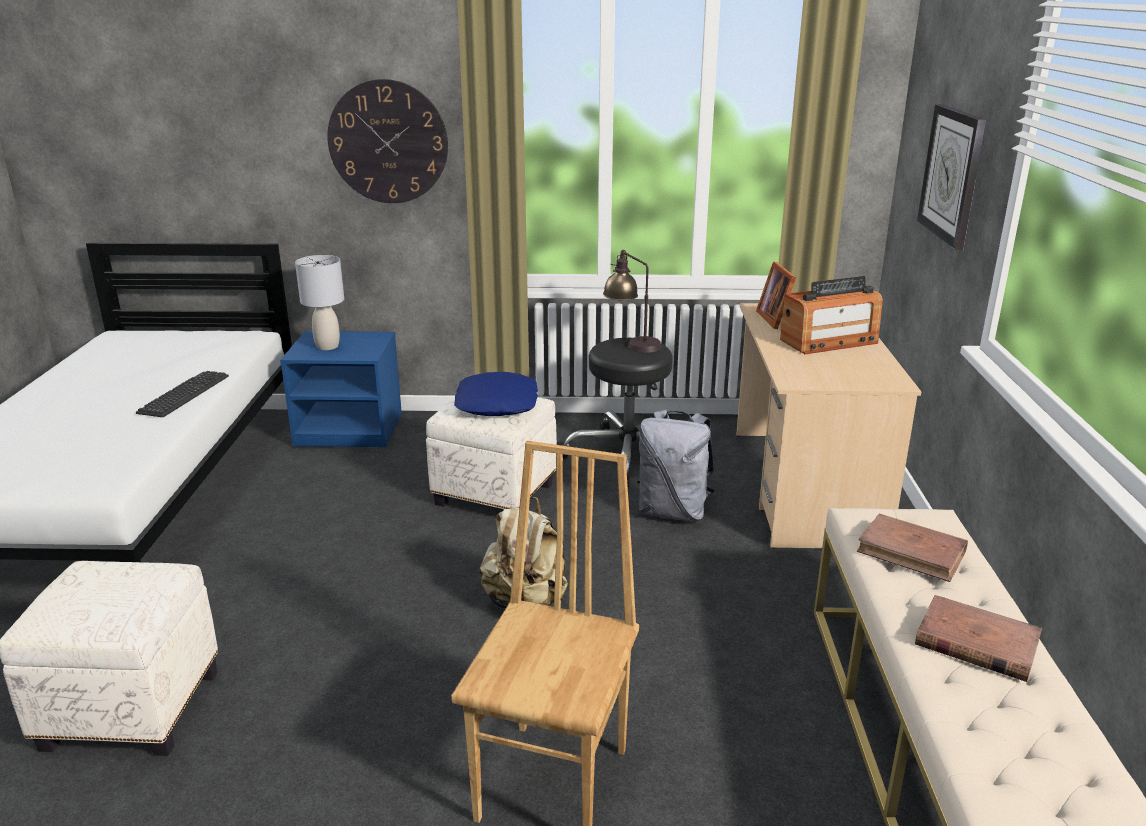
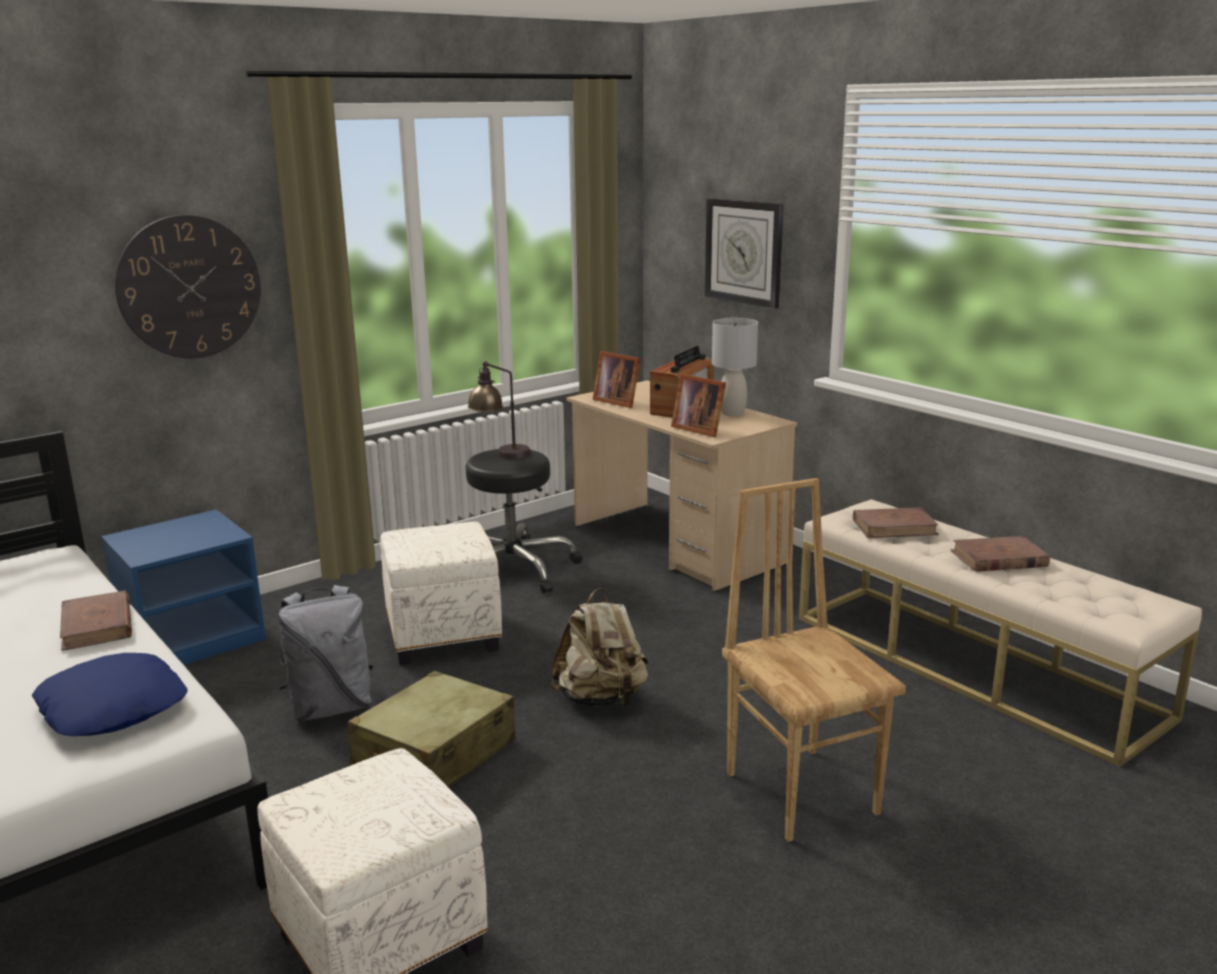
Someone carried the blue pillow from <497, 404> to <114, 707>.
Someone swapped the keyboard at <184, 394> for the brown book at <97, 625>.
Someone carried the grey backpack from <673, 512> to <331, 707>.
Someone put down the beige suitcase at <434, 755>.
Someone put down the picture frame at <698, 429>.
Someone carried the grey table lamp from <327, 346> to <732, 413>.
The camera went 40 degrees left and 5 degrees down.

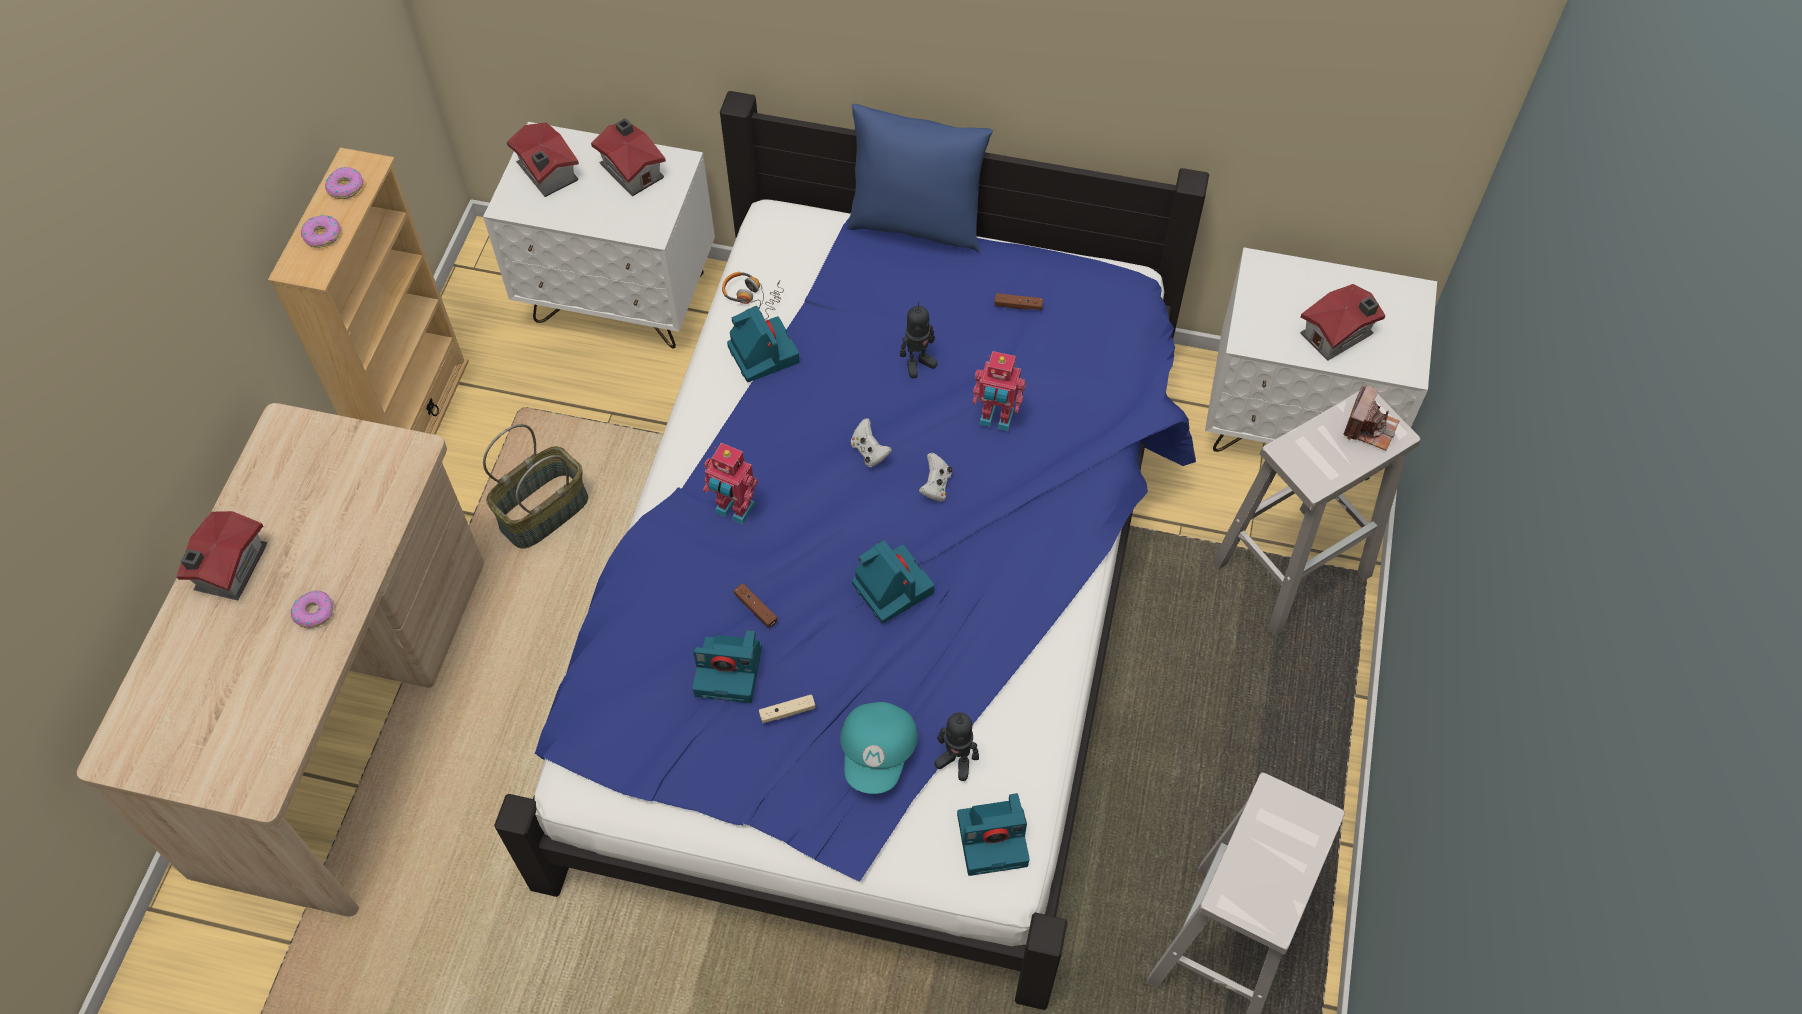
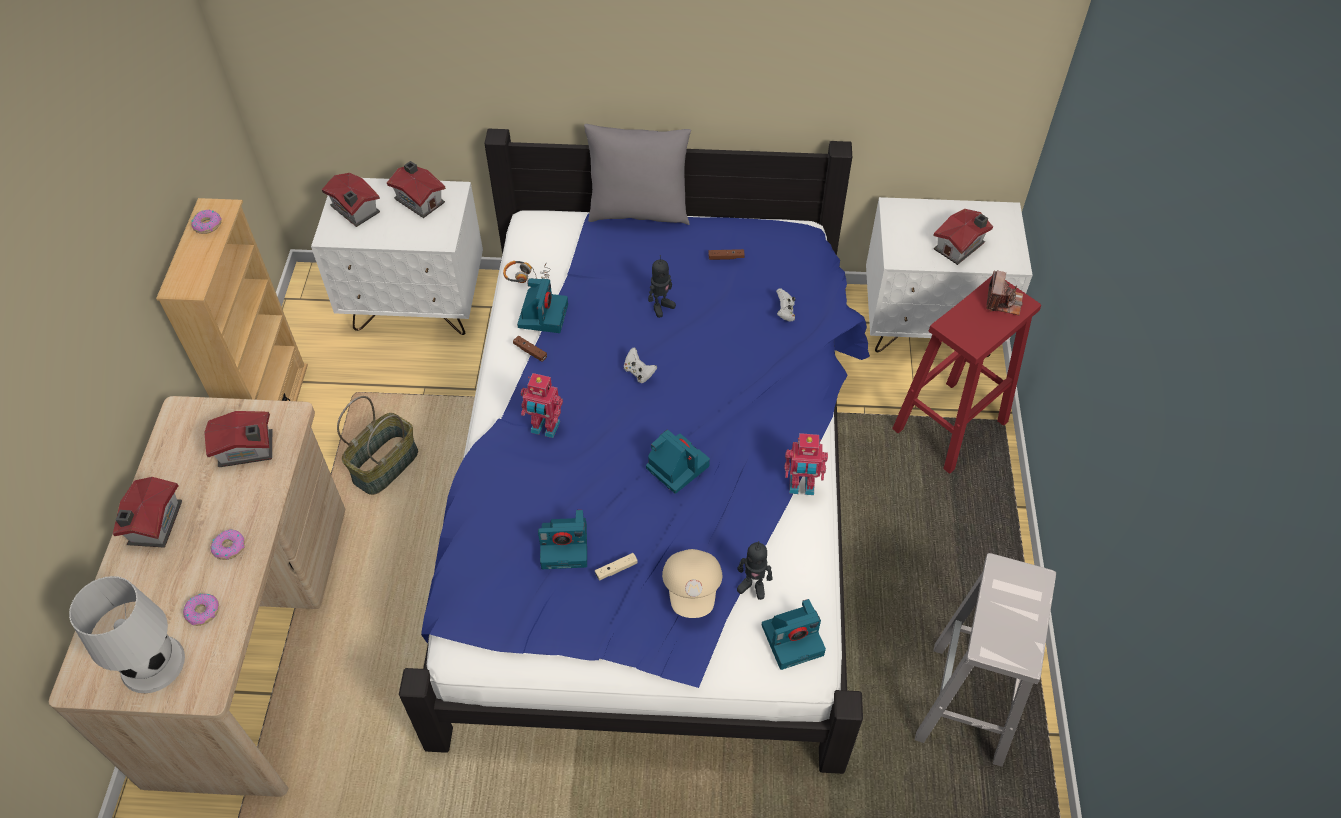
Someone put down the white table lamp at <152, 664>.
Someone carried the donut from <322, 235> to <203, 612>.
Someone put down the toy house at <247, 450>.
Someone carried the brown game controller from <756, 608> to <530, 351>.
Someone rotated the photo camera at <762, 353> by 45 degrees clockwise.
Someone repainted the blue pillow at <916, 224>, which became the grey pillow at <638, 212>.
Someone repainted the turquoise cap at <879, 753>, which became the beige cap at <693, 589>.
Someone carried the white game controller from <935, 486> to <785, 312>.
Someone carried the toy robot from <996, 419> to <801, 487>.
Someone repainted the white stool at <1293, 568>, which became the red stool at <951, 424>.
The camera went 10 degrees left and 5 degrees down.

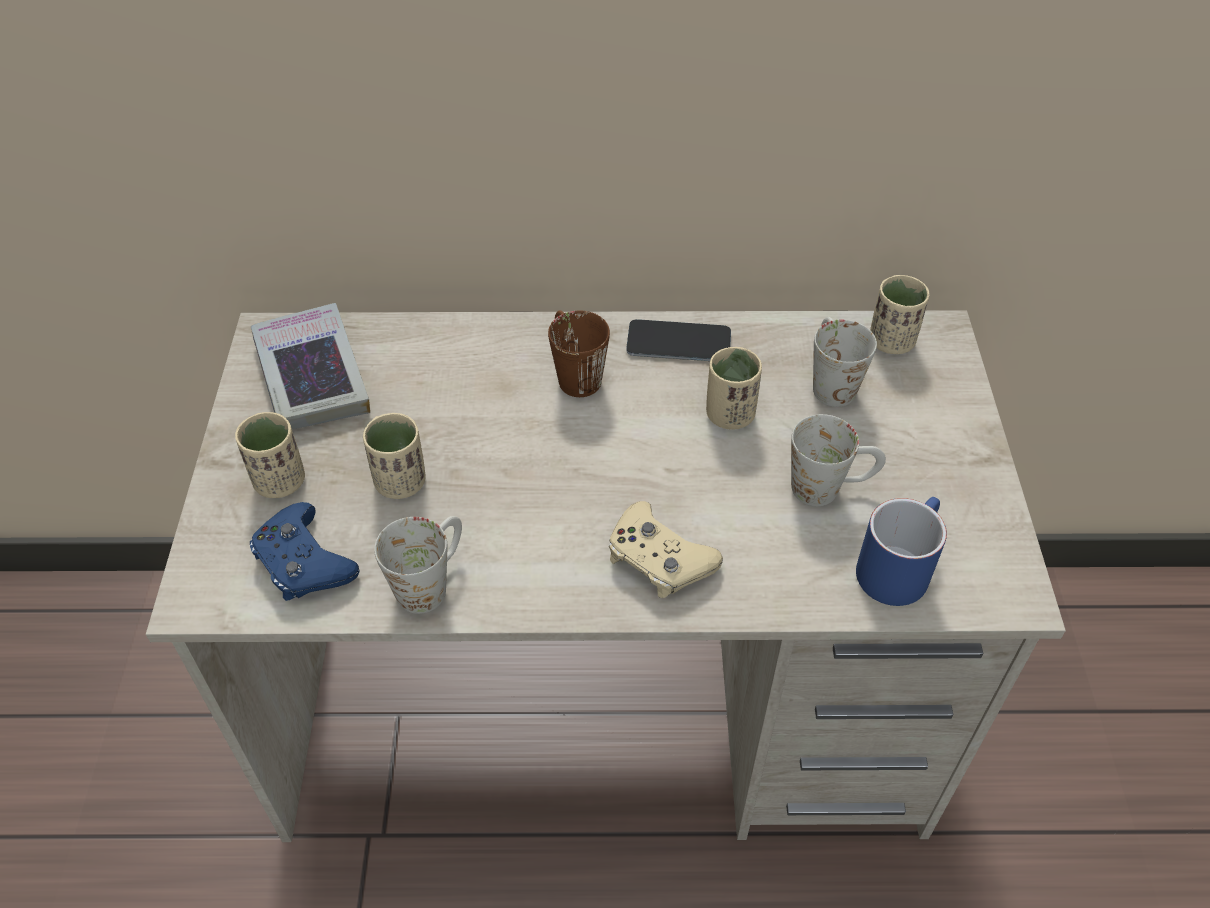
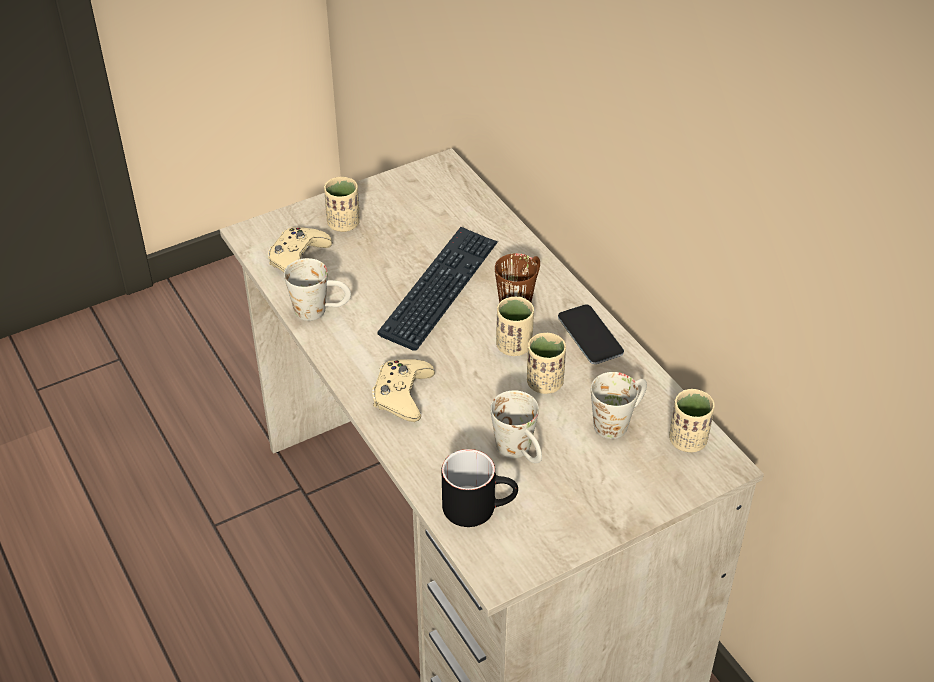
Someone repainted the blue game controller at <303, 562>, which became the beige game controller at <298, 258>.
Someone put down the keyboard at <440, 289>.
Someone repainted the blue mug at <897, 565>, which became the black mug at <479, 506>.
Someone carried the beige cup from <400, 482> to <514, 346>.
Someone took away the book at <311, 376>.
The camera went 60 degrees right and 5 degrees down.

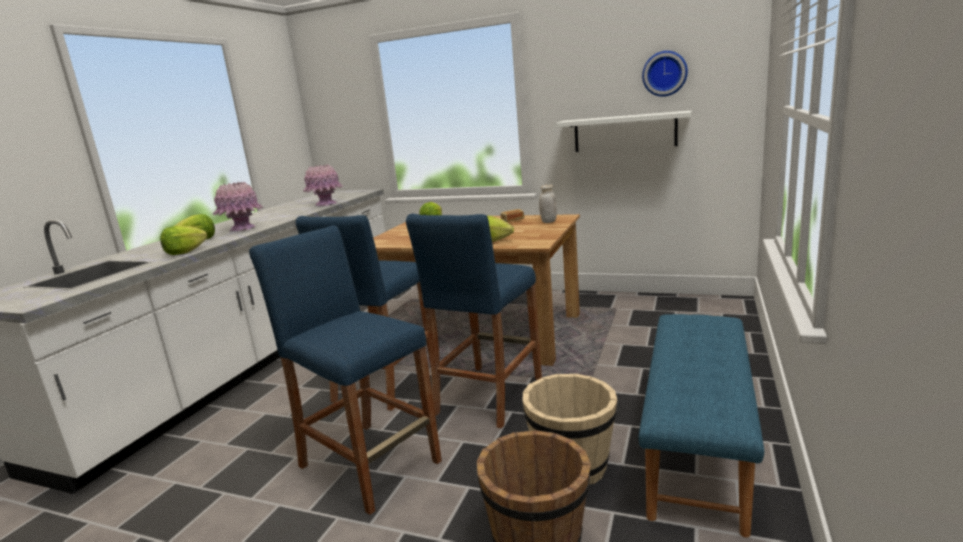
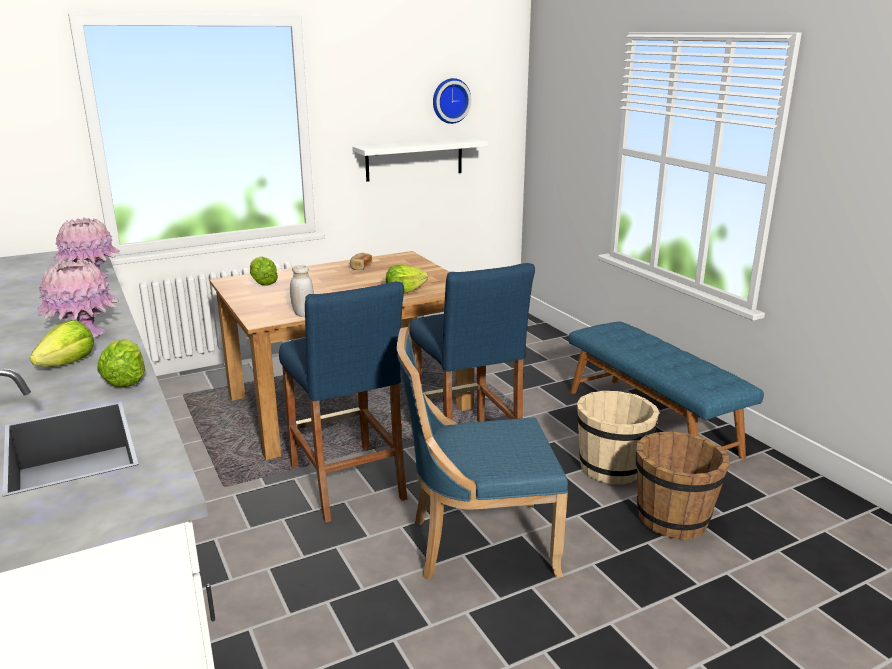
Someone carried the white jar from <548, 221> to <303, 314>.
Someone swapped the blue stool at <369, 464> for the blue chair at <477, 543>.
The camera went 50 degrees left and 5 degrees up.

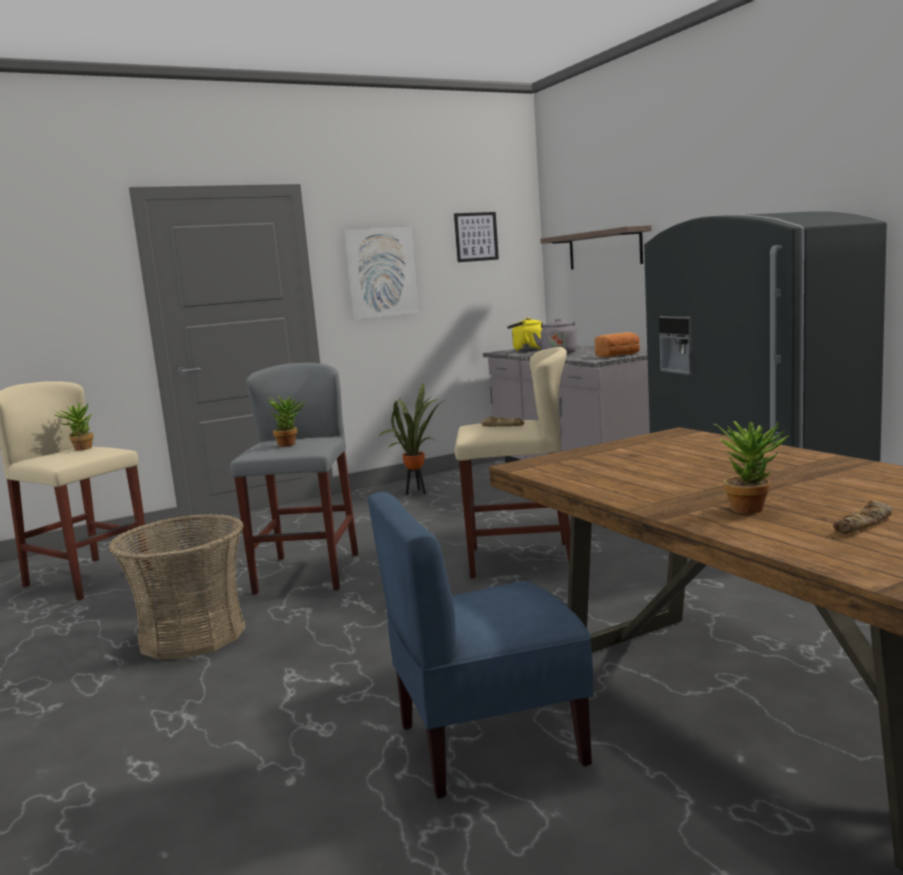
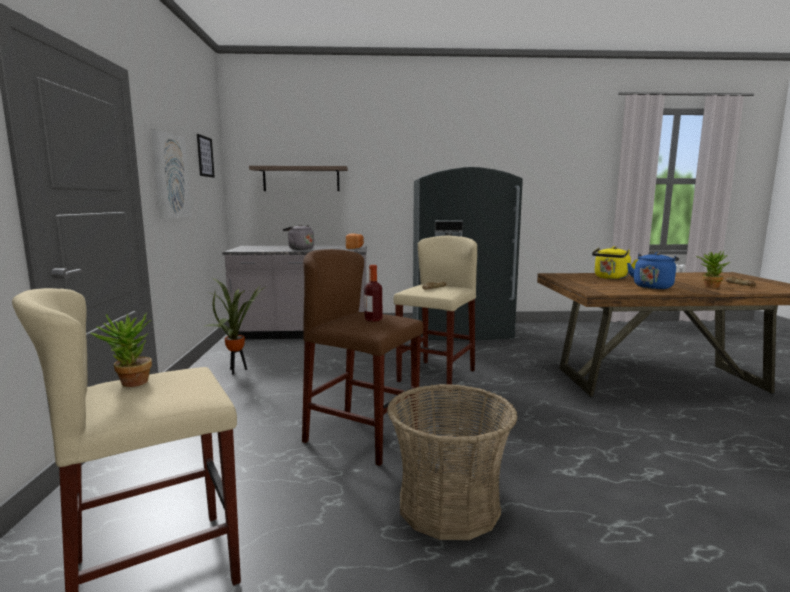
Someone repainted the grey stool at <307, 573>, which became the brown stool at <361, 436>.
Someone swapped the potted plant at <290, 444> for the bottle at <373, 319>.
Someone carried the yellow kettle from <527, 350> to <611, 278>.
Someone put down the blue kettle at <652, 287>.
Someone took away the blue chair at <489, 743>.
The camera went 65 degrees left and 0 degrees up.

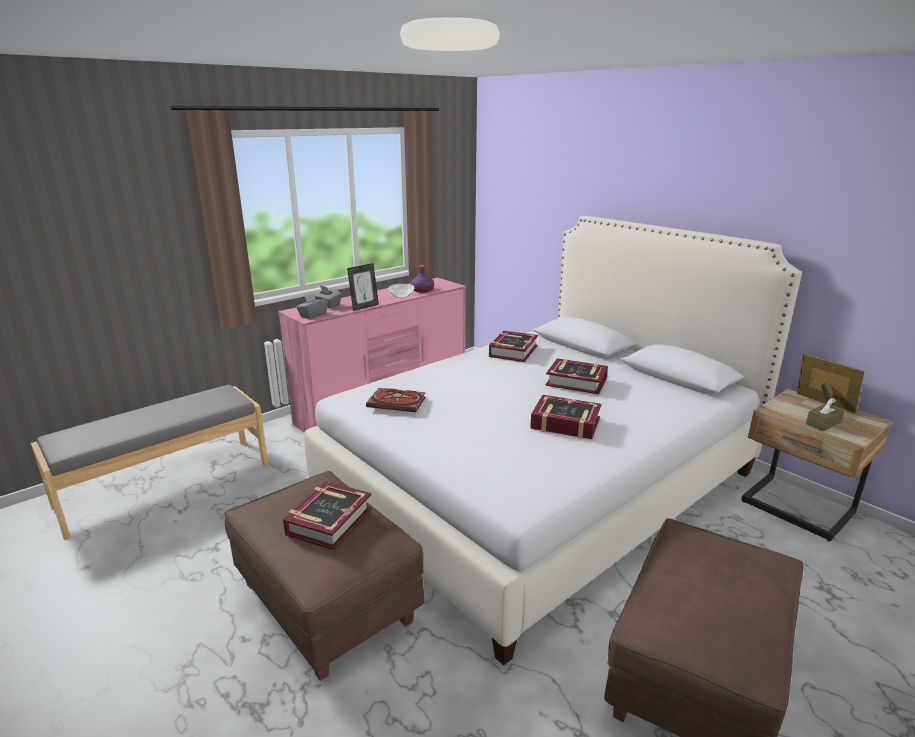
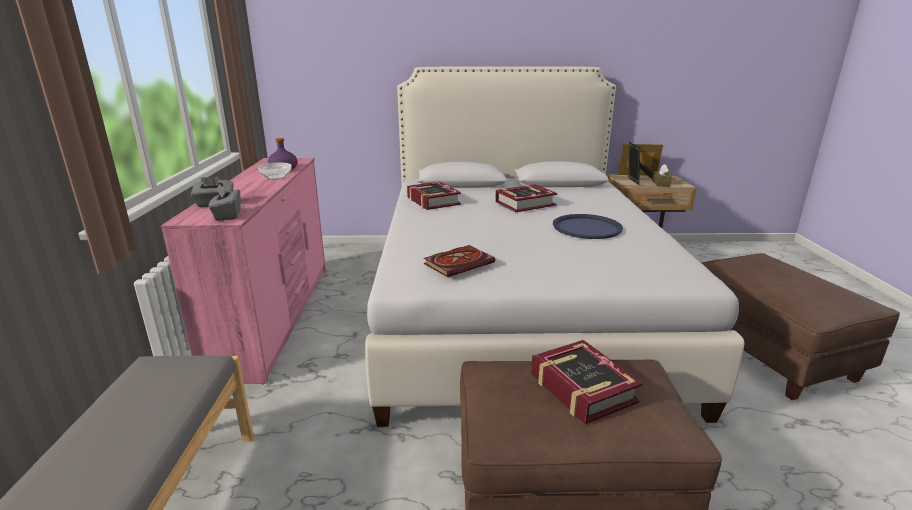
Someone swapped the book at <565, 423> for the blue tray at <587, 227>.
Someone carried the picture frame from <364, 307> to <631, 181>.
The camera went 50 degrees left and 0 degrees up.

